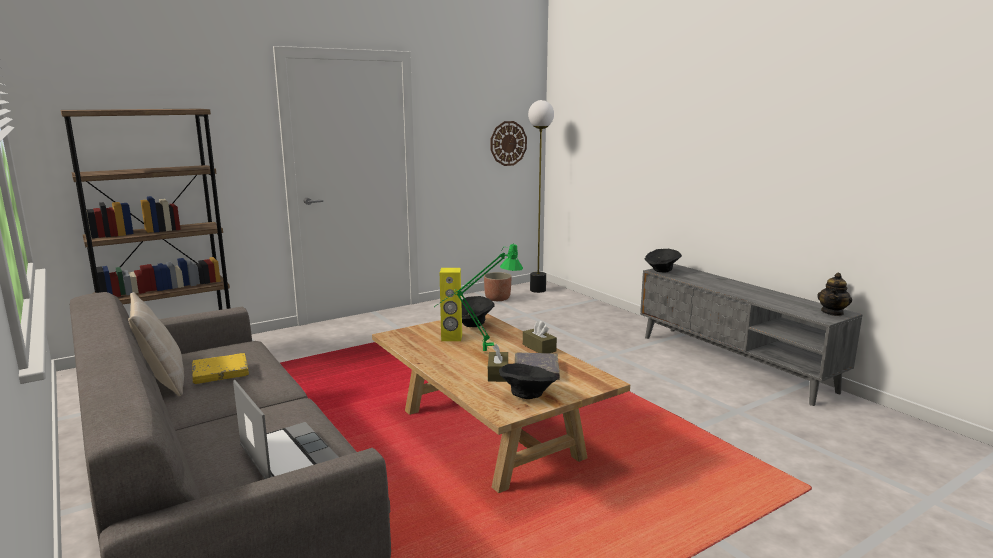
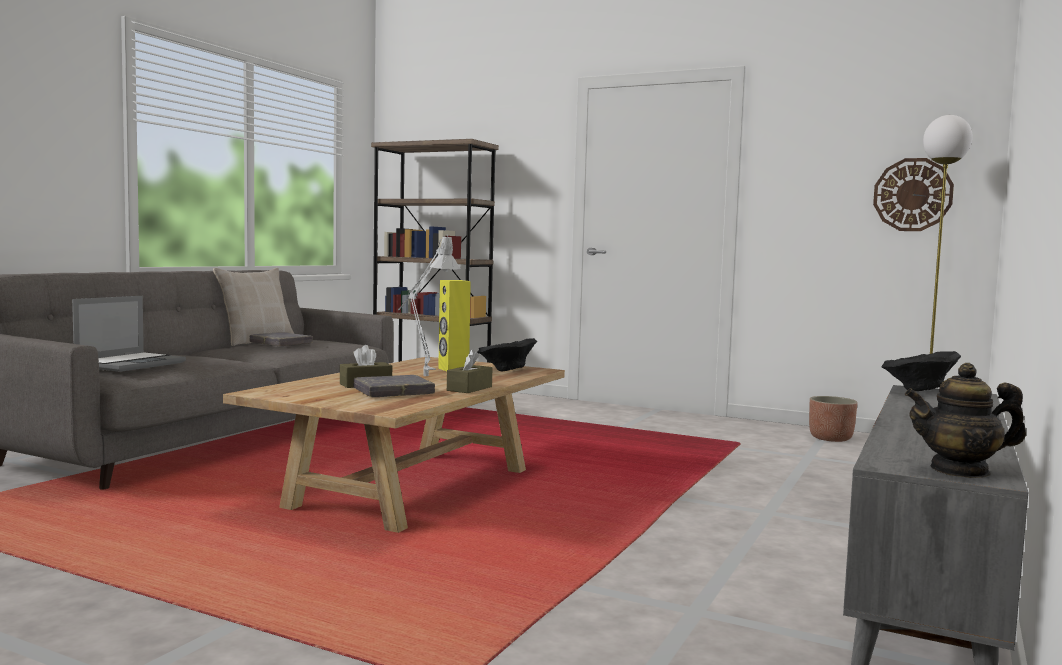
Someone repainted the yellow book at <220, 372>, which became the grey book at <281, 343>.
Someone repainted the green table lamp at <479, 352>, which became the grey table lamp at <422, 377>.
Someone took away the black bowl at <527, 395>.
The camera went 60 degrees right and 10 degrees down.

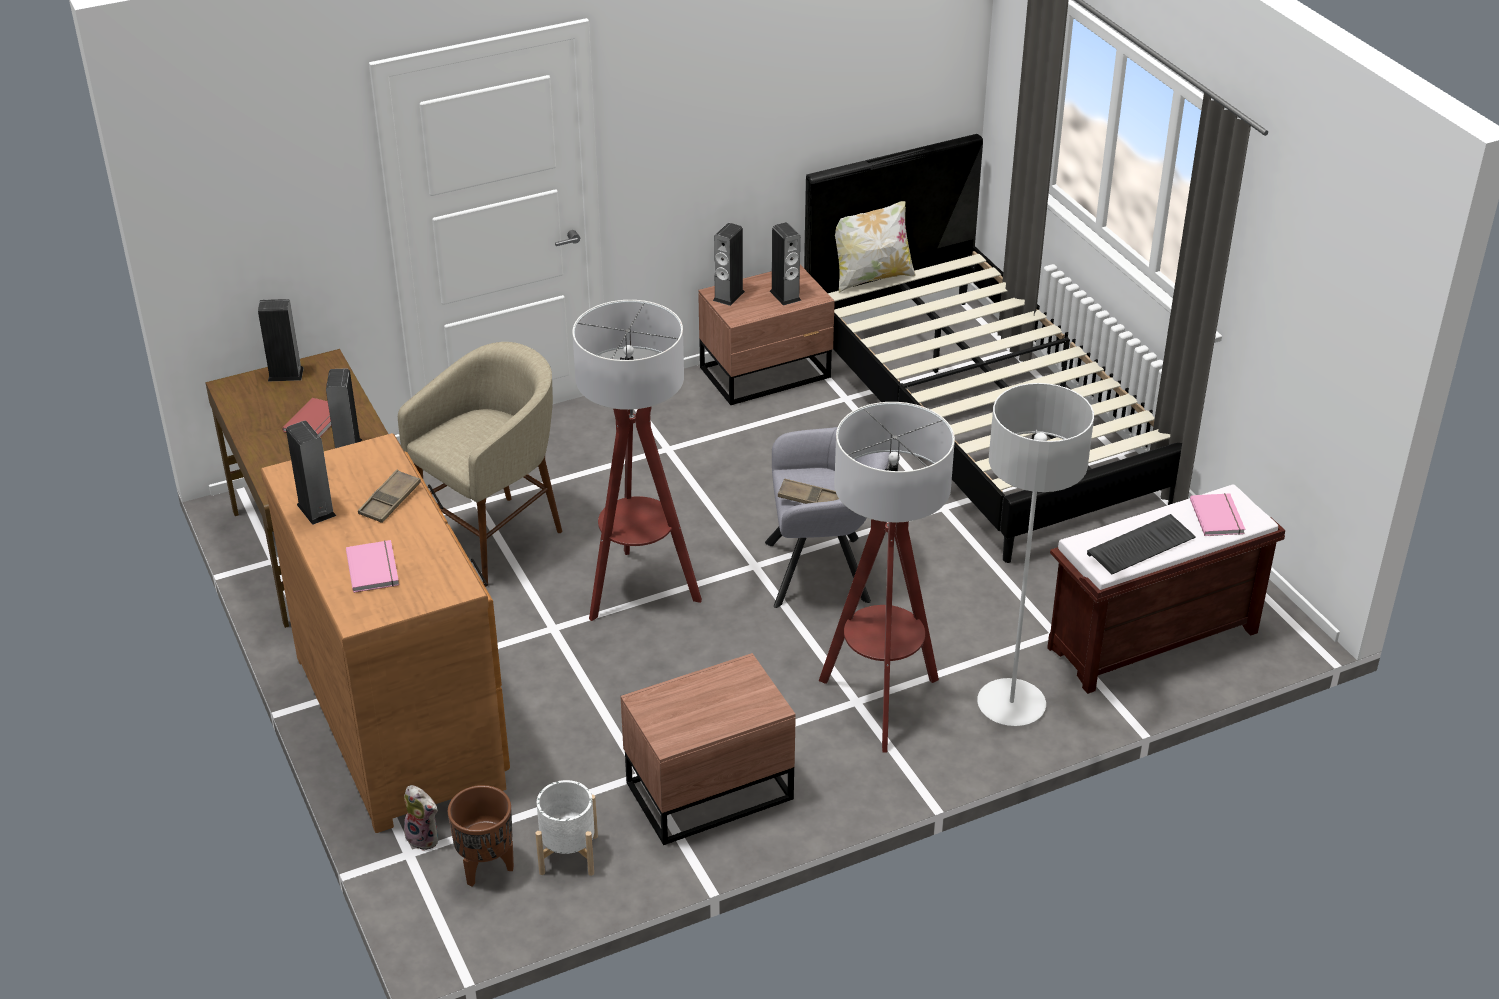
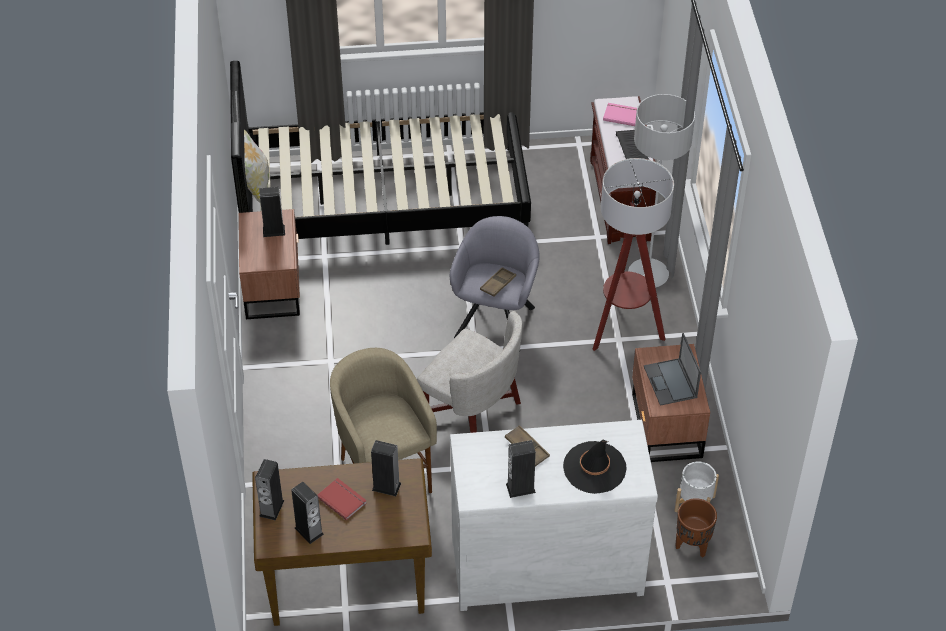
Someone carried the speaker from <728, 296> to <309, 531>.
Someone swapped the floor lamp at <639, 590> for the white armchair at <472, 413>.
Someone repainted the brown dresser at <403, 719>, which became the white dresser at <545, 562>.
Someone swapped the pink book at <375, 568> for the black hat at <594, 468>.
Someone put down the laptop at <670, 382>.
Someone took away the plush toy at <425, 838>.
The camera went 70 degrees left and 10 degrees up.

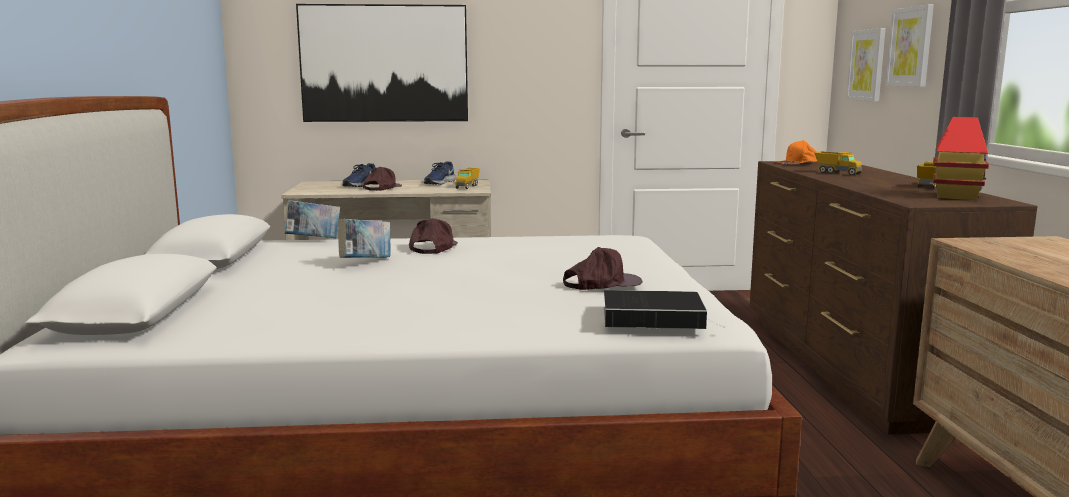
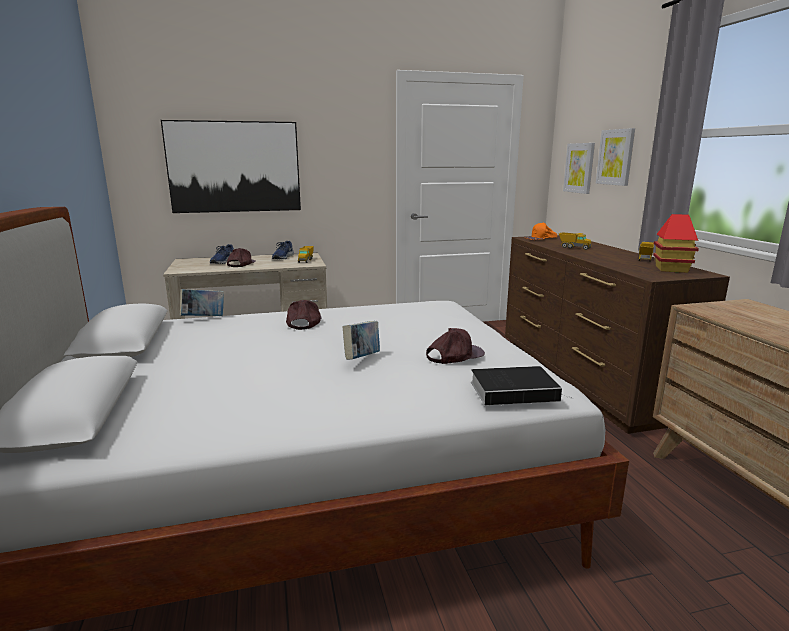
Someone carried the book from <366, 261> to <362, 358>.
The camera went 10 degrees left and 5 degrees up.

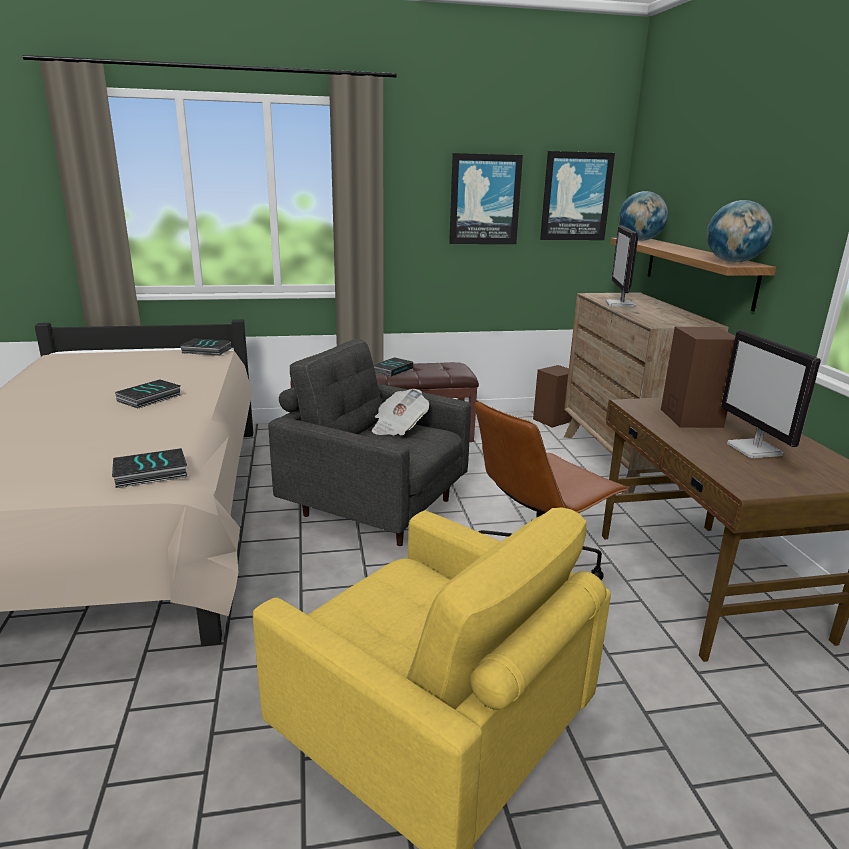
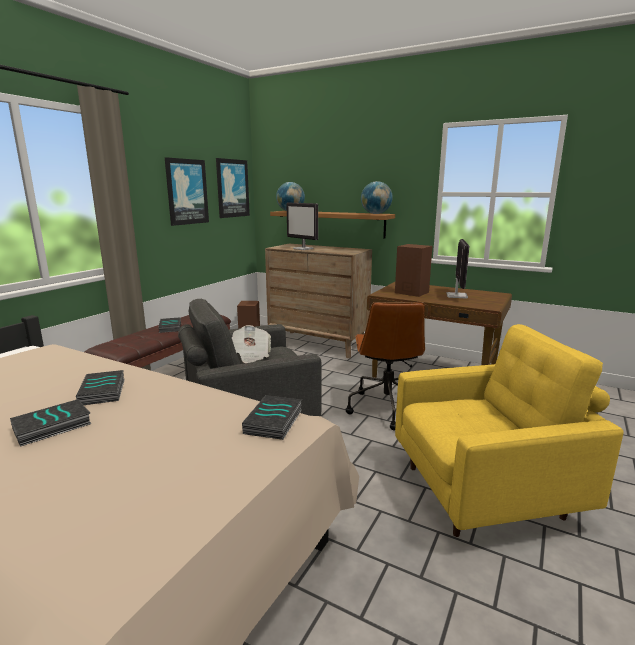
Someone carried the book from <205, 351> to <51, 427>.
Someone rotated the monitor at <755, 450> by 105 degrees counterclockwise.
The camera went 50 degrees left and 5 degrees down.

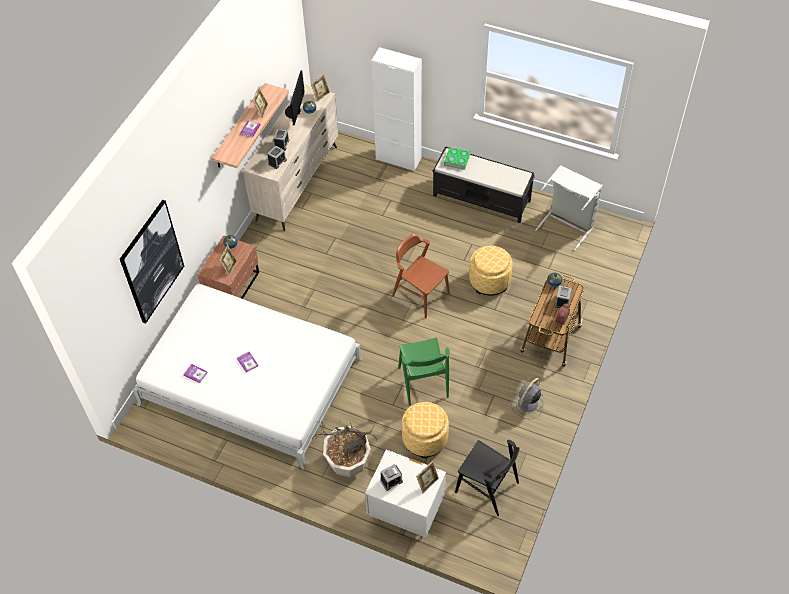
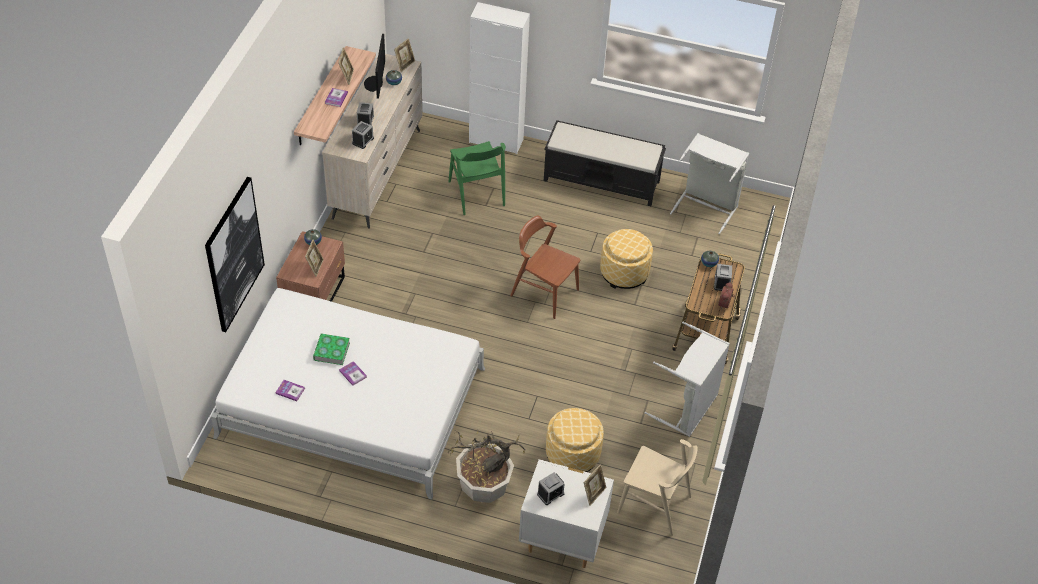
Someone carried the book from <457, 160> to <331, 351>.
Someone carried the green chair from <423, 382> to <476, 193>.
Someone repainted the black chair at <487, 487>, which became the beige chair at <654, 504>.
Someone swapped the grey fan at <527, 404> for the grey laundry basket at <688, 408>.
The camera went 10 degrees left and 5 degrees down.

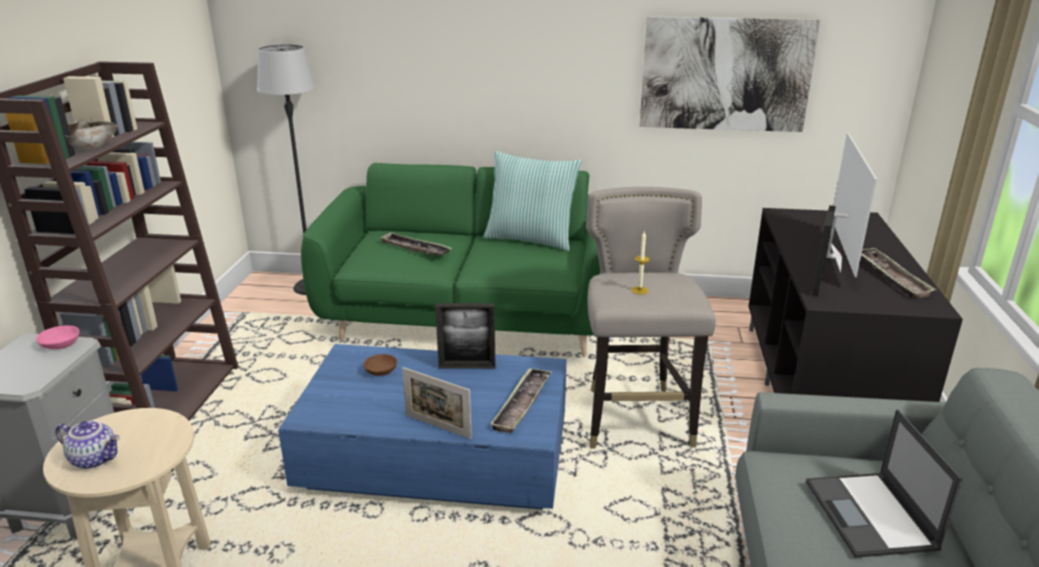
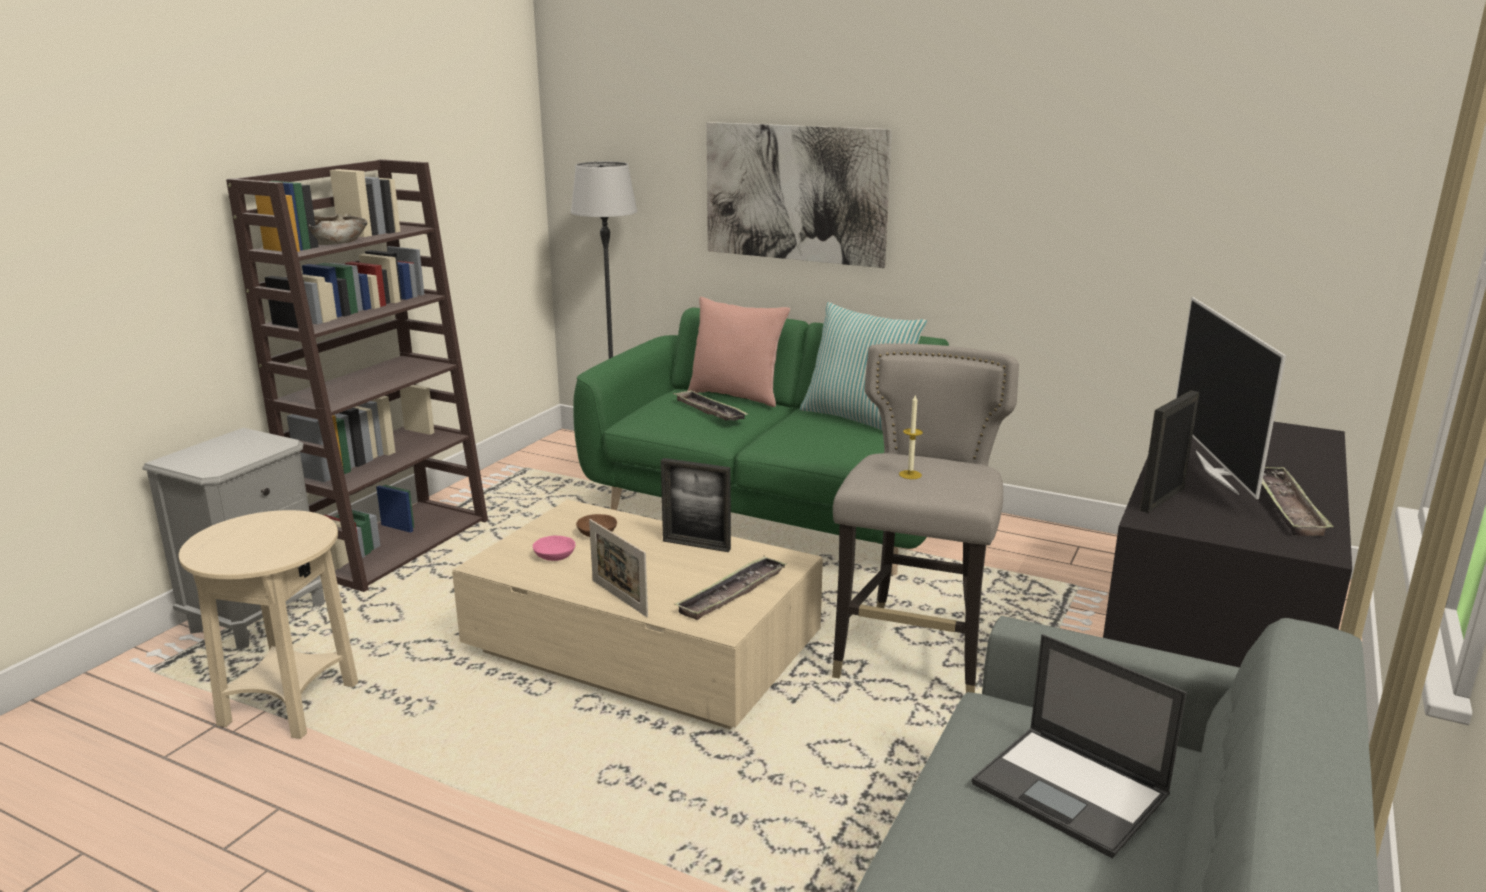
Someone repainted the blue coffee table at <437, 456>, which became the beige coffee table at <644, 649>.
Someone carried the pink bowl from <60, 345> to <554, 557>.
Someone put down the pink pillow at <736, 396>.
Someone carried the picture from <725, 74> to <795, 193>.
Someone rotated the laptop at <871, 516> by 60 degrees counterclockwise.
Someone rotated the television at <833, 256> by 150 degrees clockwise.
Someone took away the teapot at <95, 458>.
The camera went 20 degrees right and 5 degrees down.

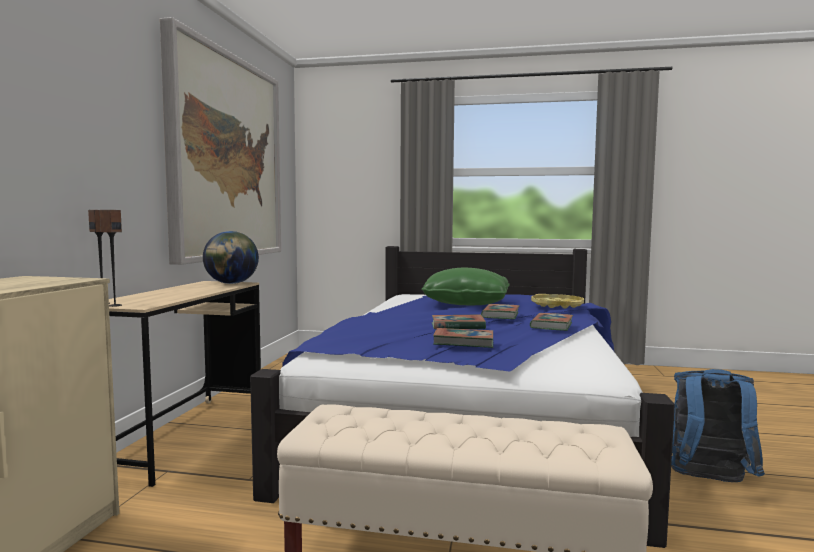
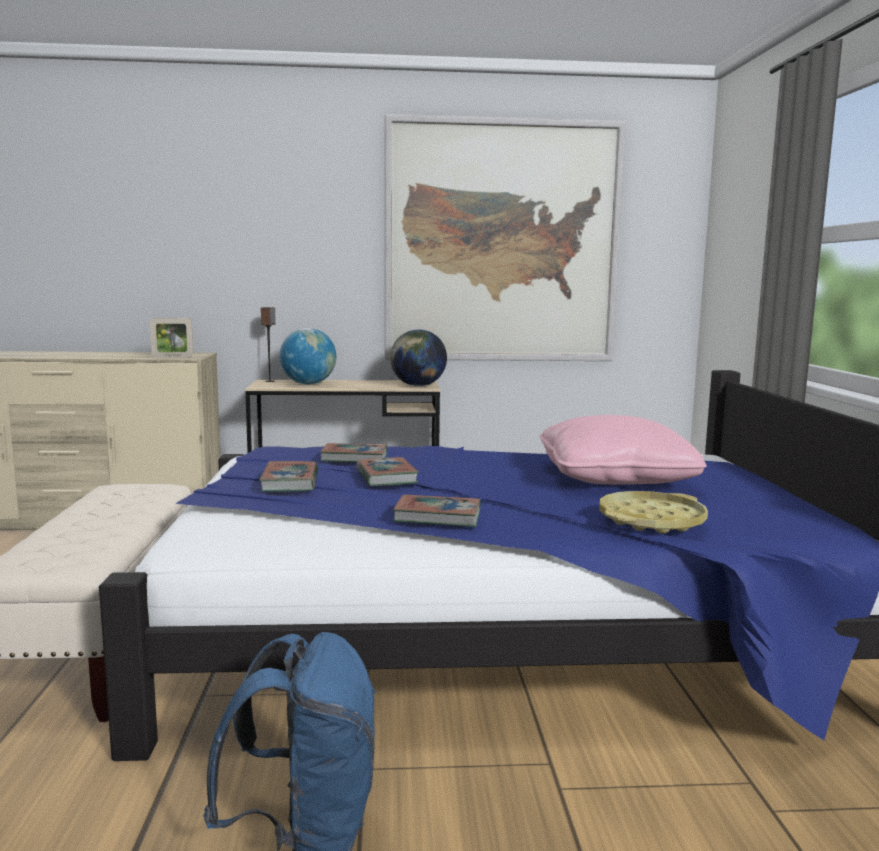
Someone put down the picture frame at <172, 357>.
Someone put down the globe at <308, 384>.
Someone carried the book from <500, 315> to <354, 458>.
Someone repainted the green pillow at <466, 303>, which became the pink pillow at <615, 478>.
Someone took away the speaker at <114, 305>.
The camera went 75 degrees right and 5 degrees up.

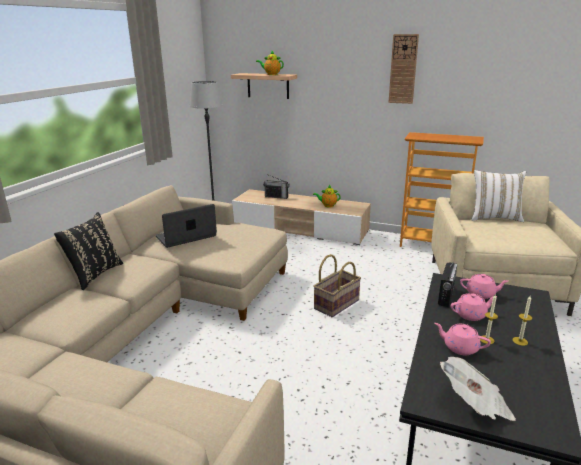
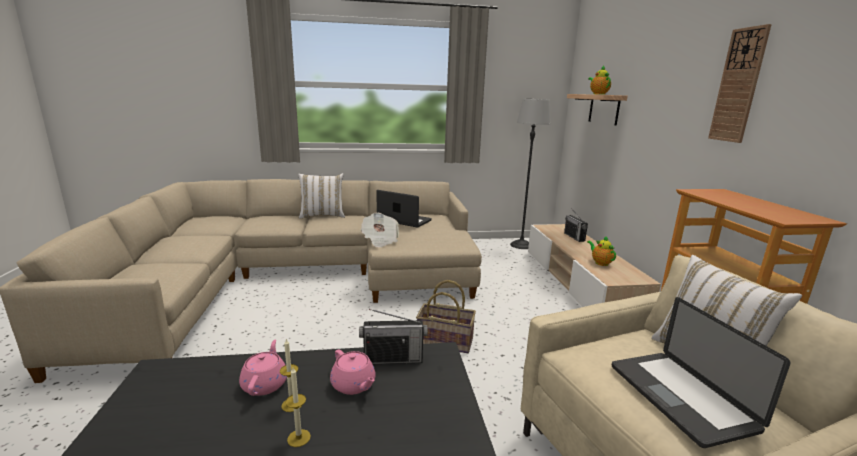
Someone repainted the black pillow at <94, 274>, which became the white pillow at <322, 215>.
Someone carried the newspaper from <475, 404> to <380, 240>.
Someone put down the laptop at <680, 397>.
Someone took away the pink teapot at <481, 294>.
The camera went 60 degrees right and 5 degrees down.

